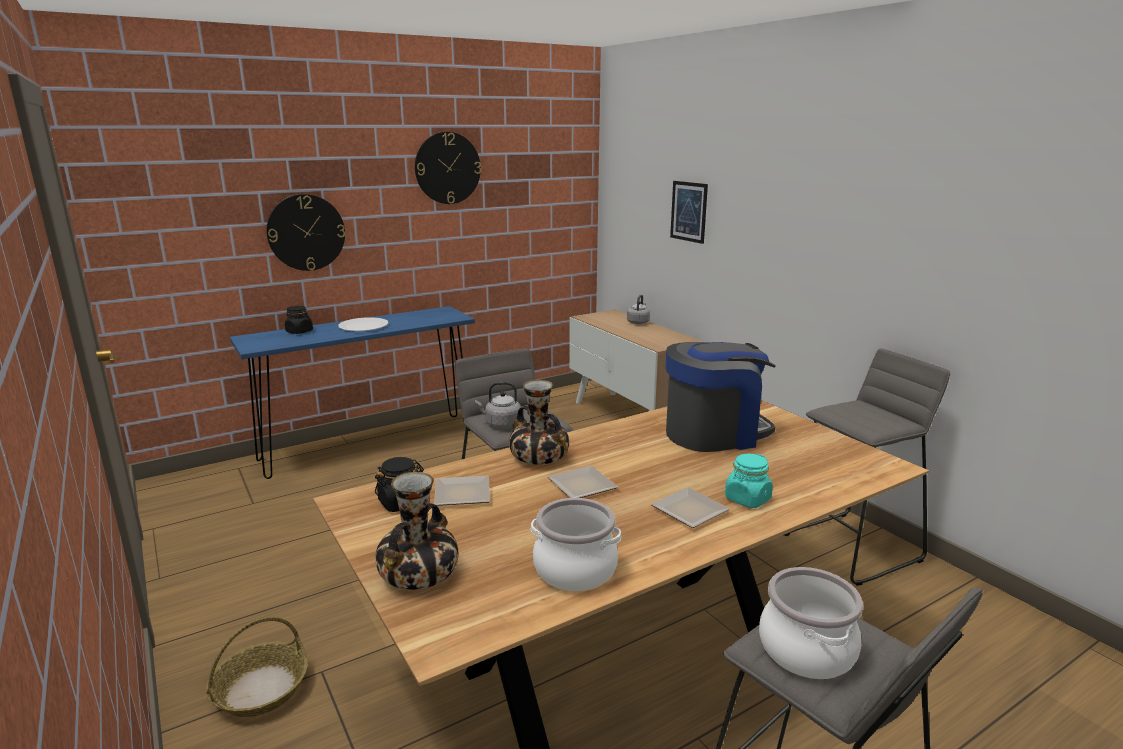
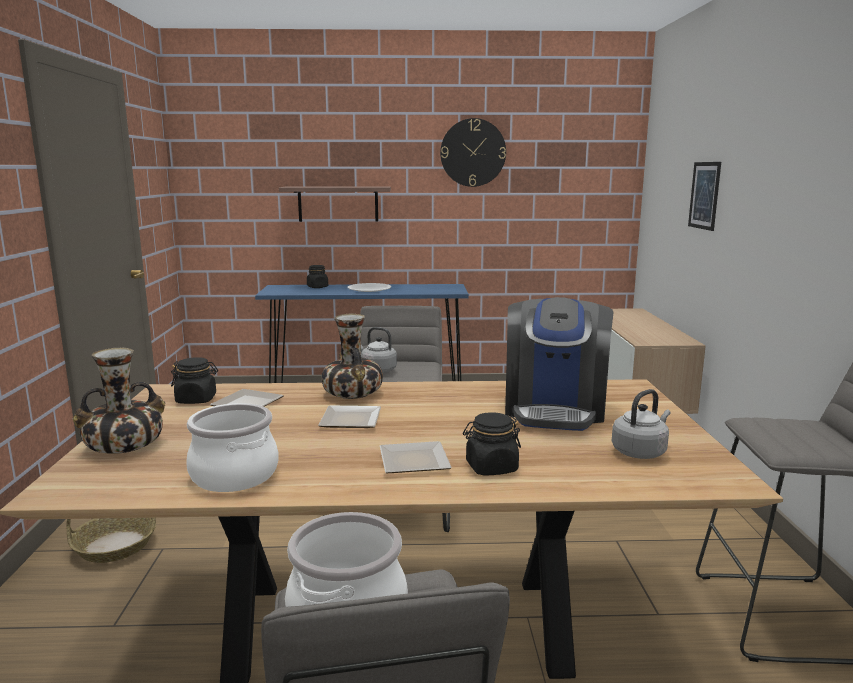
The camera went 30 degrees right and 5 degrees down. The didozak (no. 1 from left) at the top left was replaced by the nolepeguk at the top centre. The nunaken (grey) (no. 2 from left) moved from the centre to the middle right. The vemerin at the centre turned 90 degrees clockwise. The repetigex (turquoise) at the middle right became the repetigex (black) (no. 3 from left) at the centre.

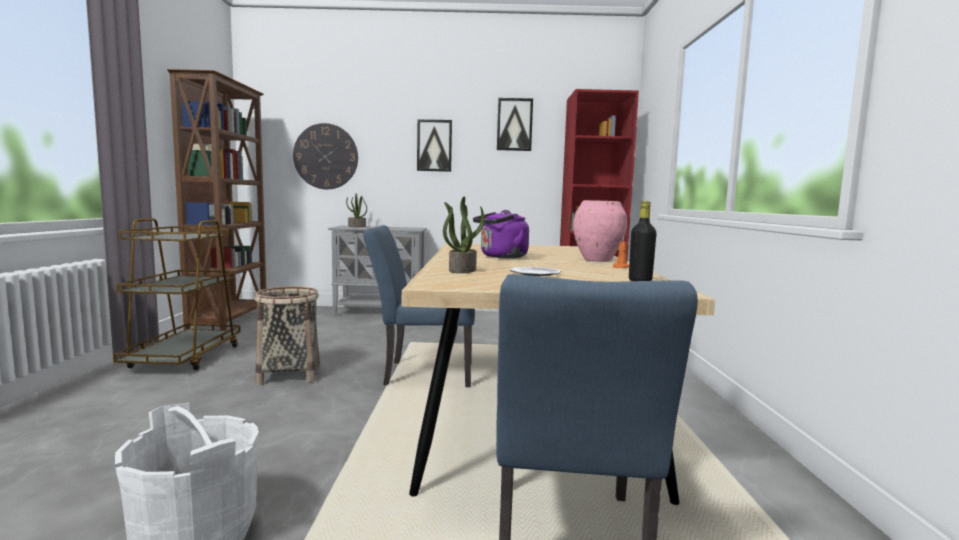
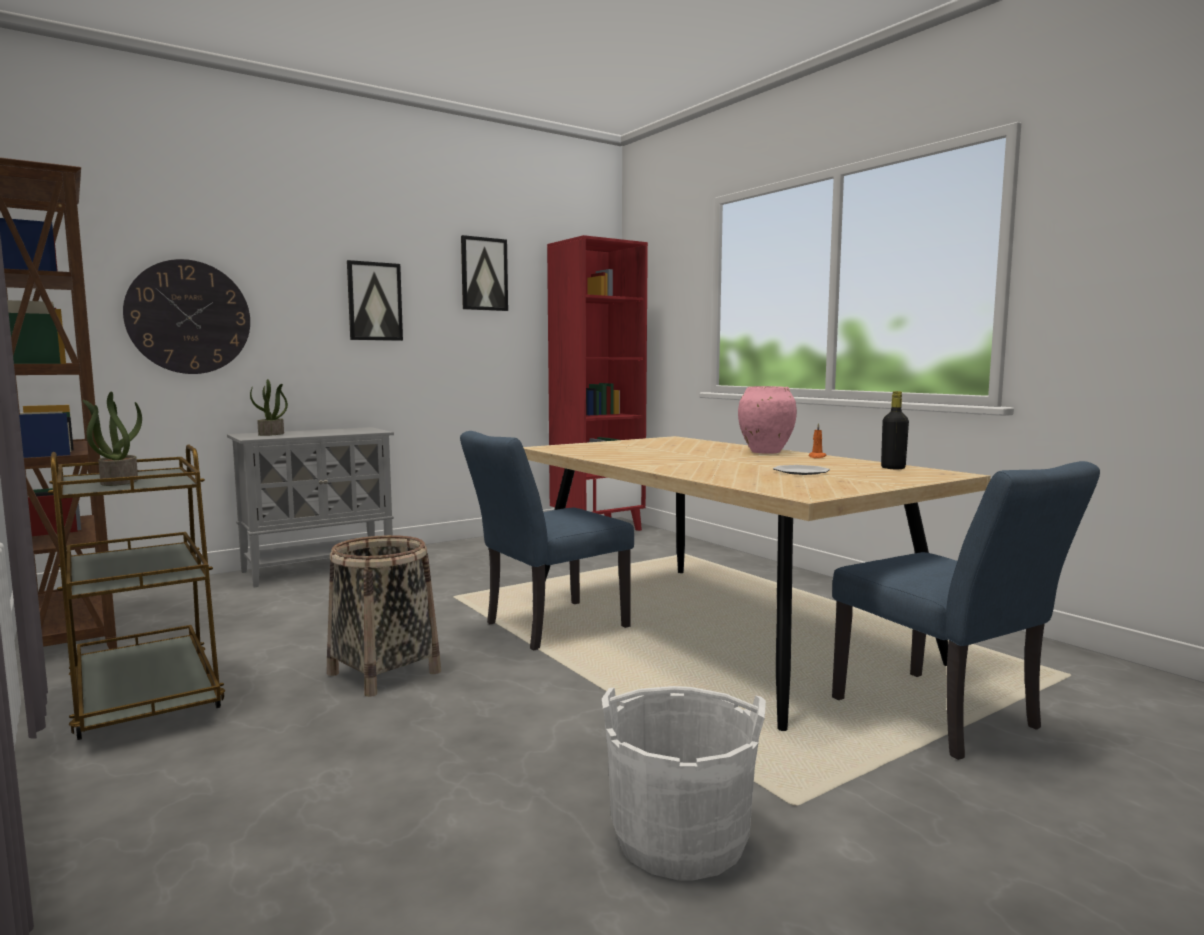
The camera went 35 degrees left and 0 degrees up. The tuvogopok (no. 2 from left in the first image) moved from the centre to the middle left. The nunaken (purple) at the centre disappeared.

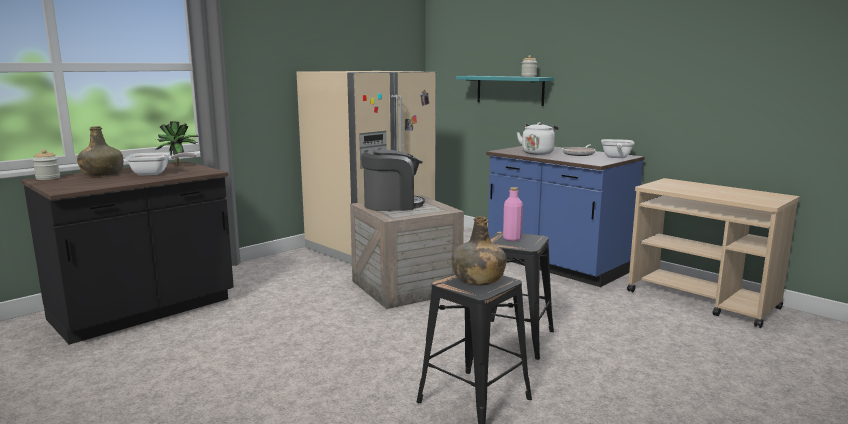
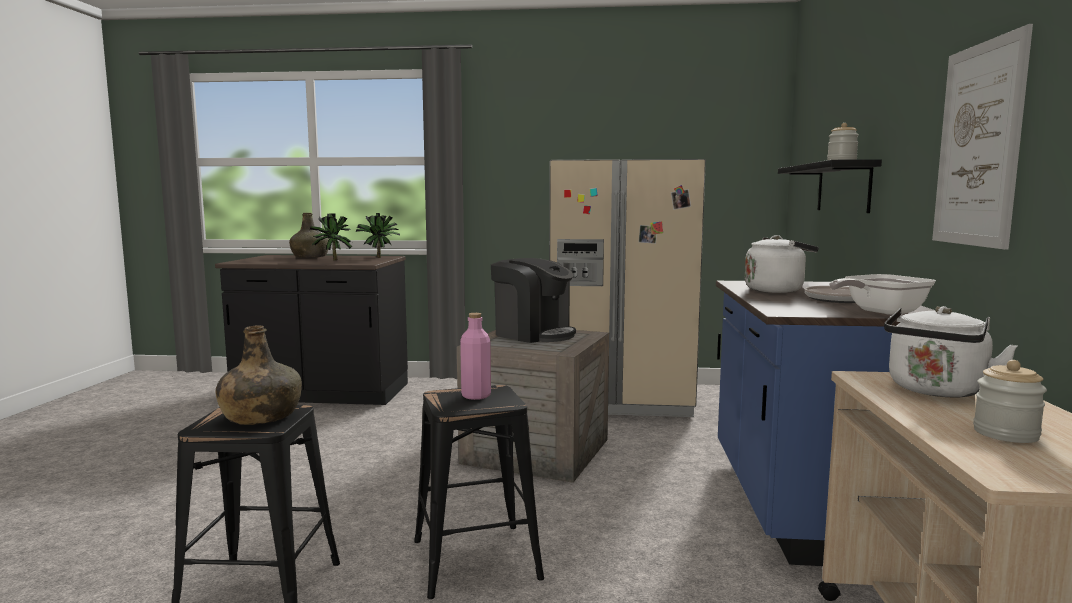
The camera went 50 degrees right and 5 degrees down. The nolepeguk (turquoise) at the top centre became the nolepeguk (black) at the top right. The repetigex (no. 1 from left in the first image) moved from the middle left to the middle right. The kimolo (no. 1 from left) at the middle left was replaced by the tuvogopok (no. 1 from left) at the middle left. The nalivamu at the top right appeared. The nunaken (white) (no. 2 from left) at the middle right appeared.

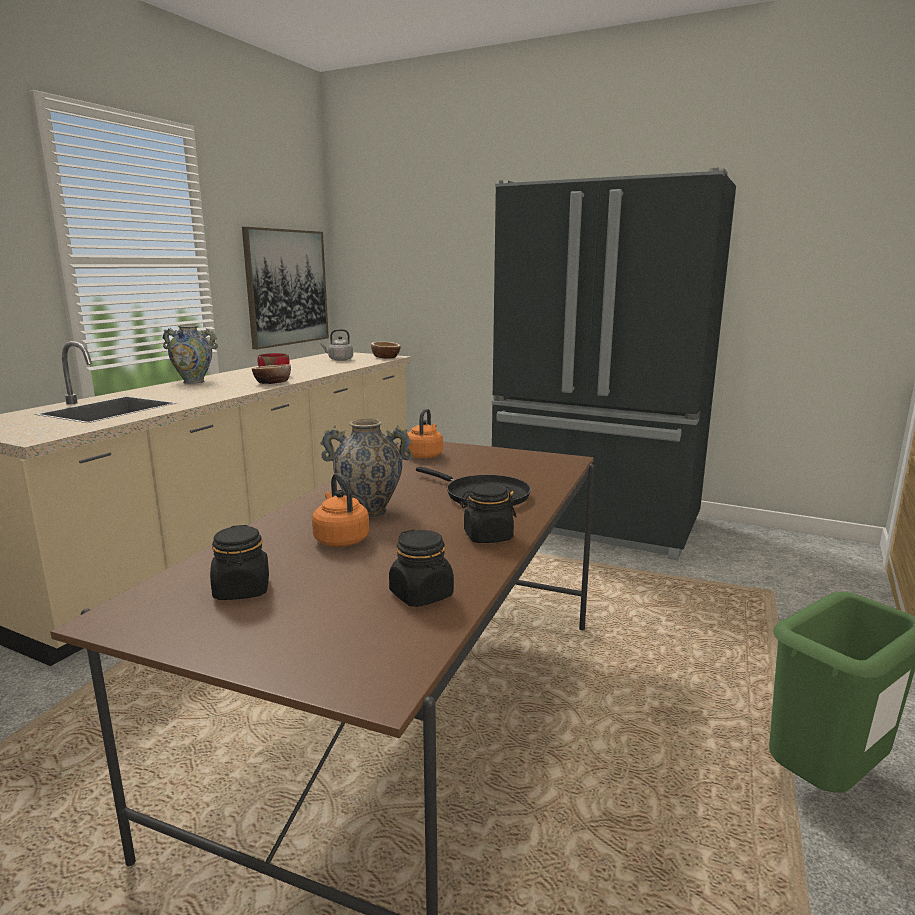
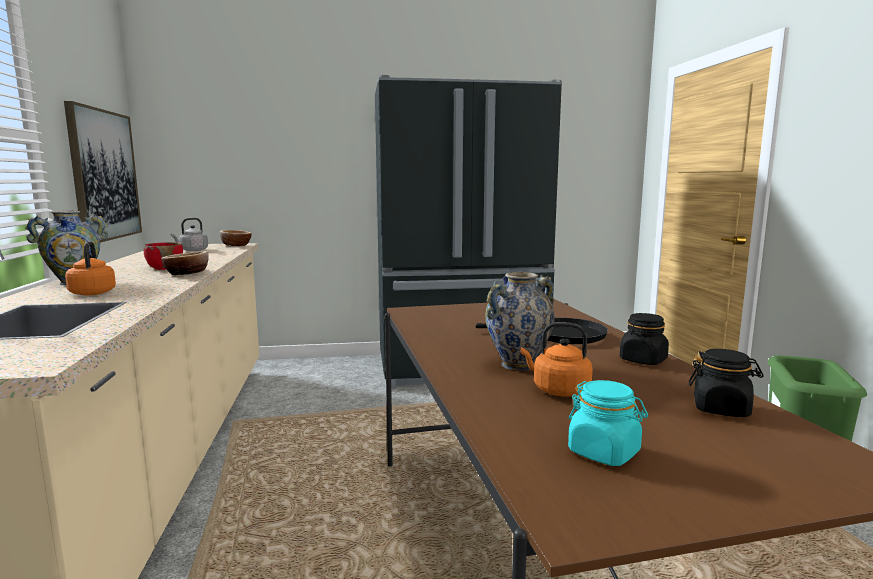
The camera went 35 degrees left and 5 degrees down. The nunaken (orange) (no. 2 from left in the first image) moved from the centre to the middle left. The repetigex (black) (no. 1 from left) at the middle left became the repetigex (turquoise) at the bottom right.

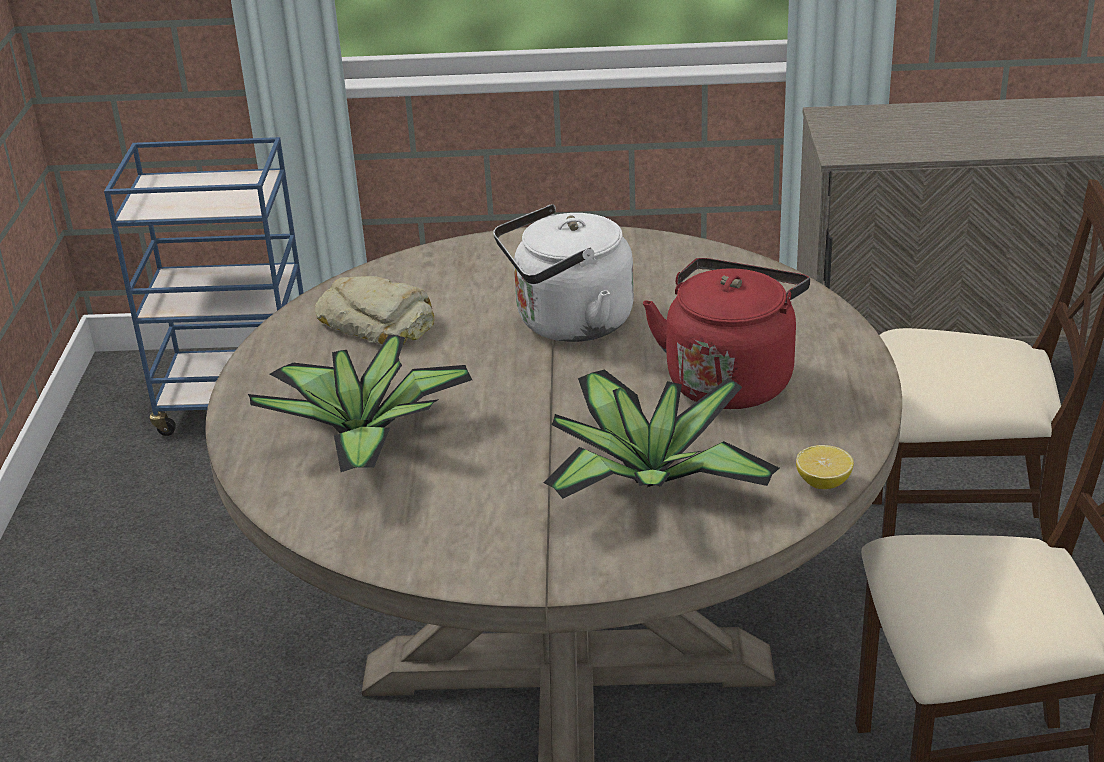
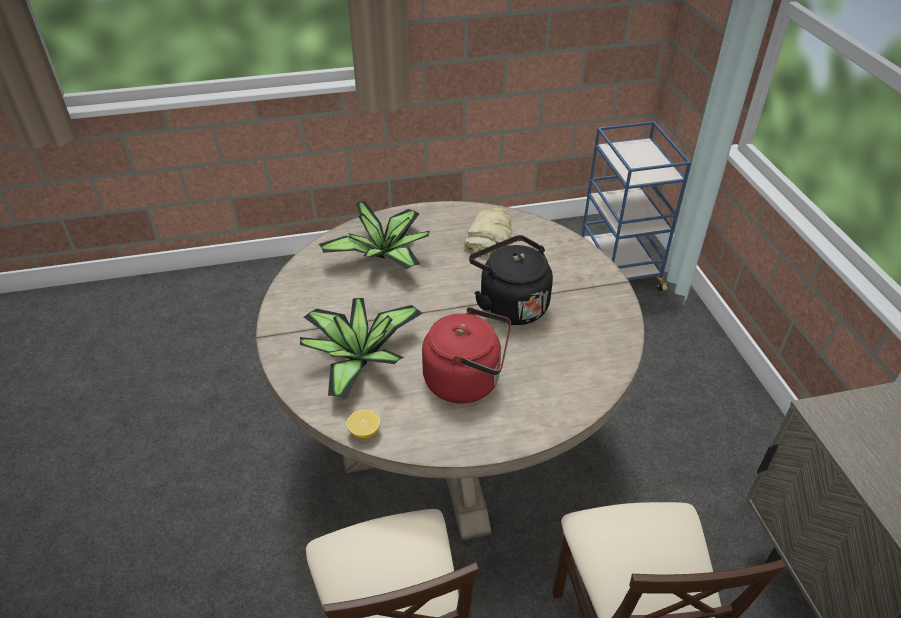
The camera went 75 degrees right and 10 degrees up. The nunaken (white) at the centre became the nunaken (black) at the centre.

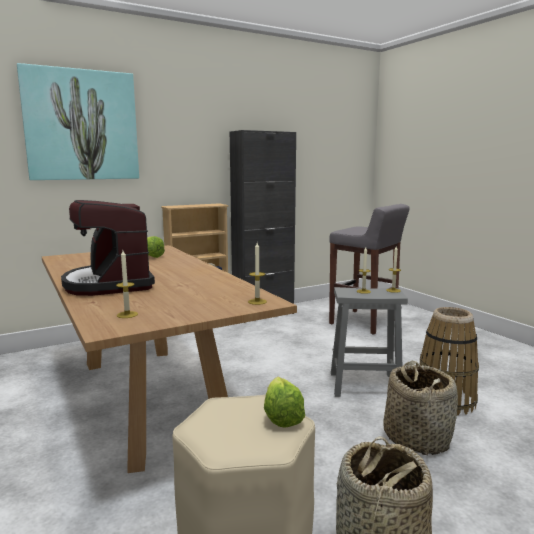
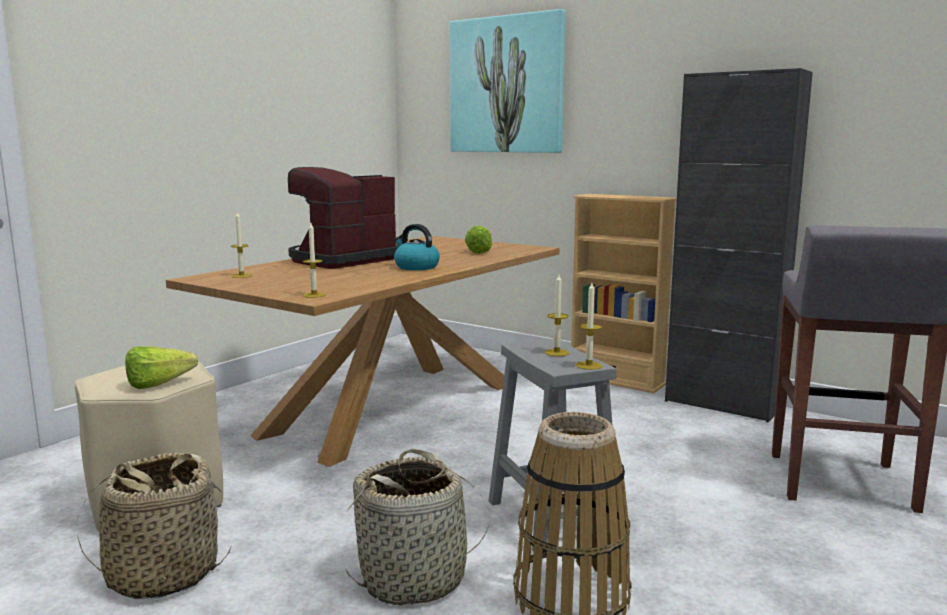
The camera went 65 degrees right and 0 degrees up. The nunaken at the centre appeared.

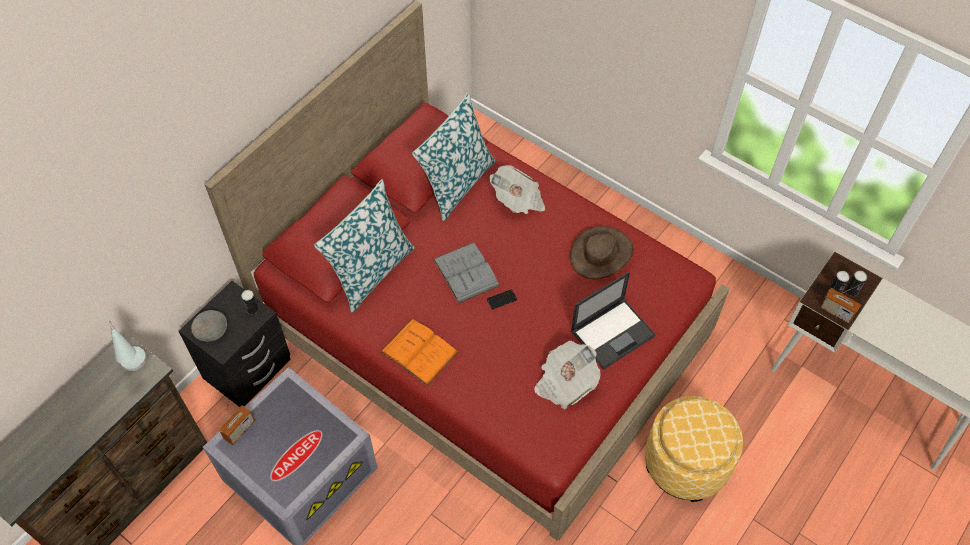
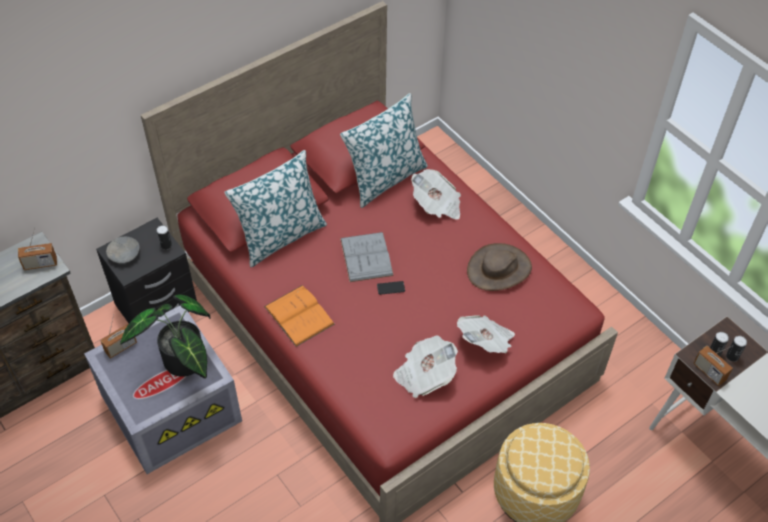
The camera went 15 degrees right and 5 degrees down. The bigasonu at the centre was replaced by the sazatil (no. 3 from left) at the centre. The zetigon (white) at the middle left was replaced by the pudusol (no. 1 from left) at the middle left. The tuvogopok at the middle left appeared.

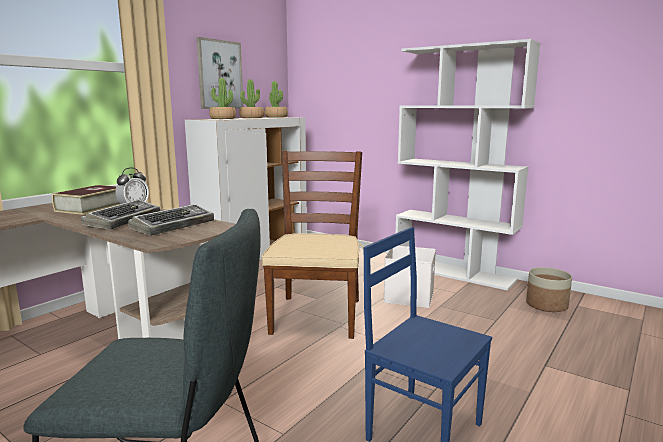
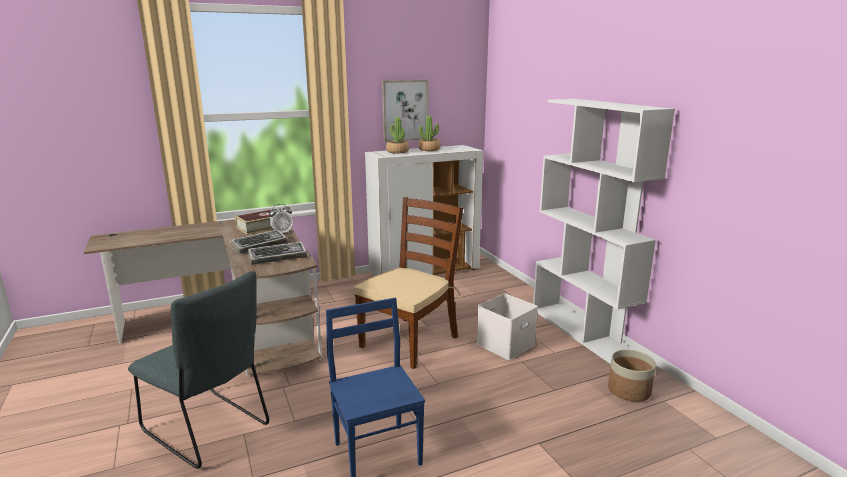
The camera went 30 degrees right and 5 degrees up. The tuvogopok (no. 3 from left) at the top centre disappeared.

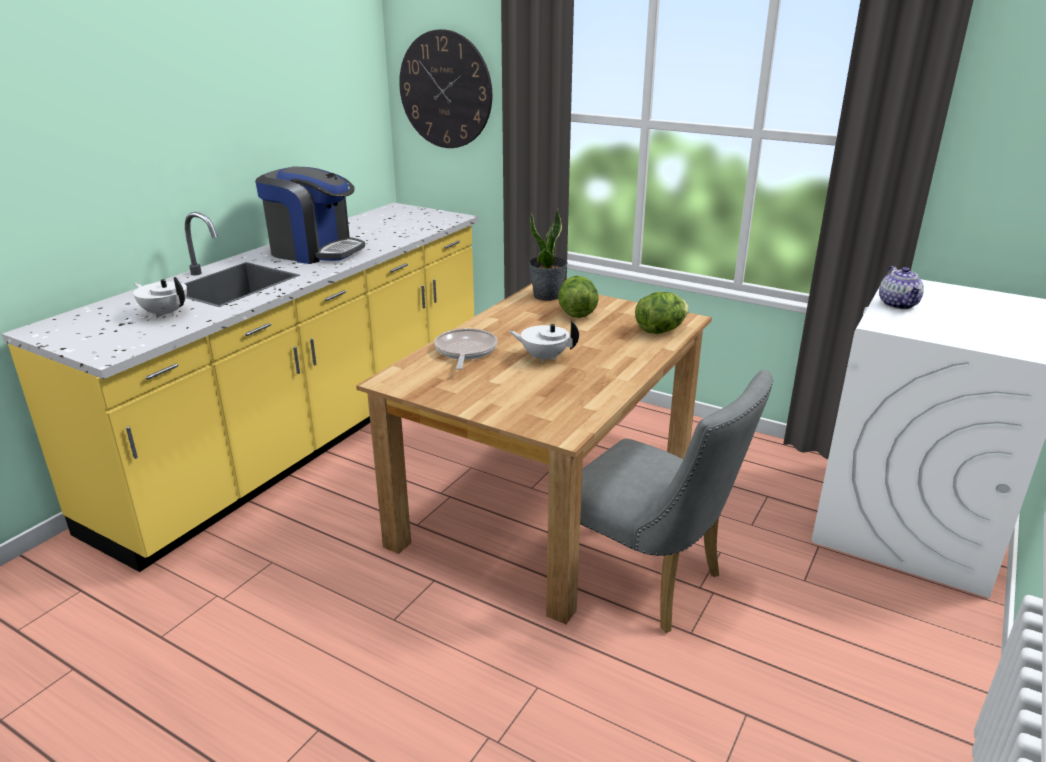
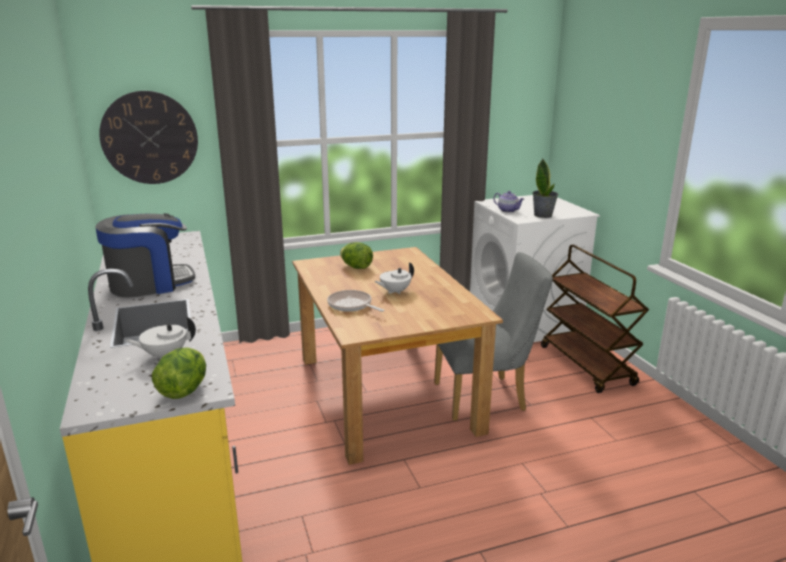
The camera went 50 degrees left and 5 degrees down. The tuvogopok moved from the centre to the middle right. The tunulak (no. 2 from left in the first image) moved from the centre to the middle left. The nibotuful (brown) at the middle right appeared.

